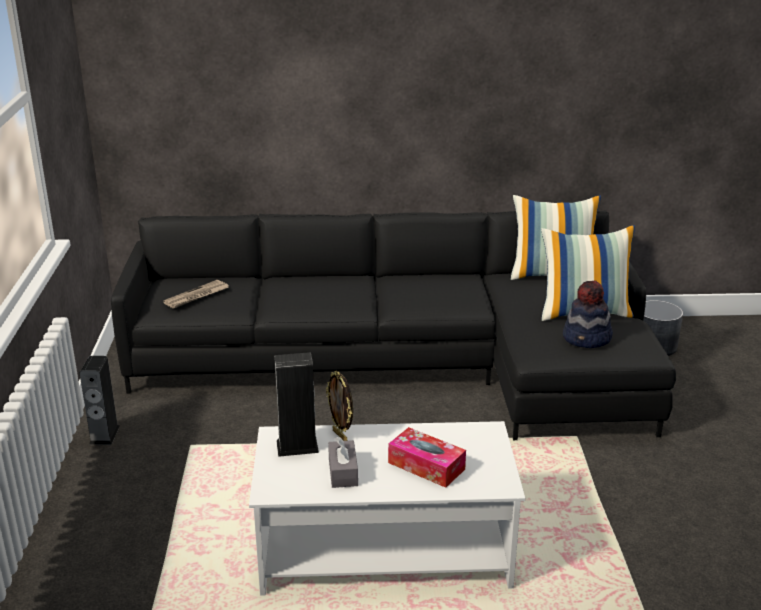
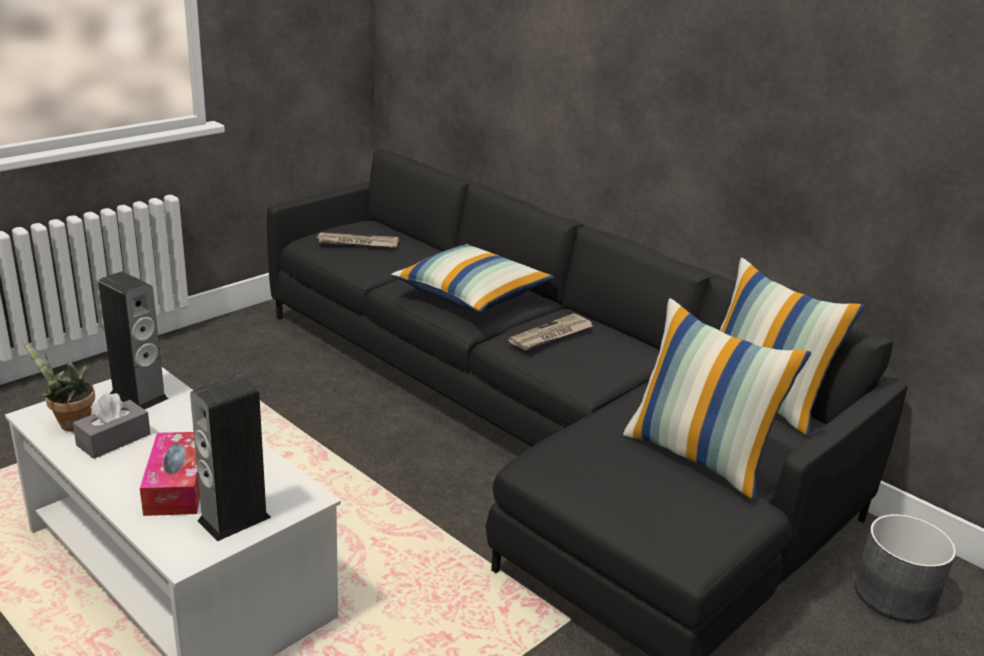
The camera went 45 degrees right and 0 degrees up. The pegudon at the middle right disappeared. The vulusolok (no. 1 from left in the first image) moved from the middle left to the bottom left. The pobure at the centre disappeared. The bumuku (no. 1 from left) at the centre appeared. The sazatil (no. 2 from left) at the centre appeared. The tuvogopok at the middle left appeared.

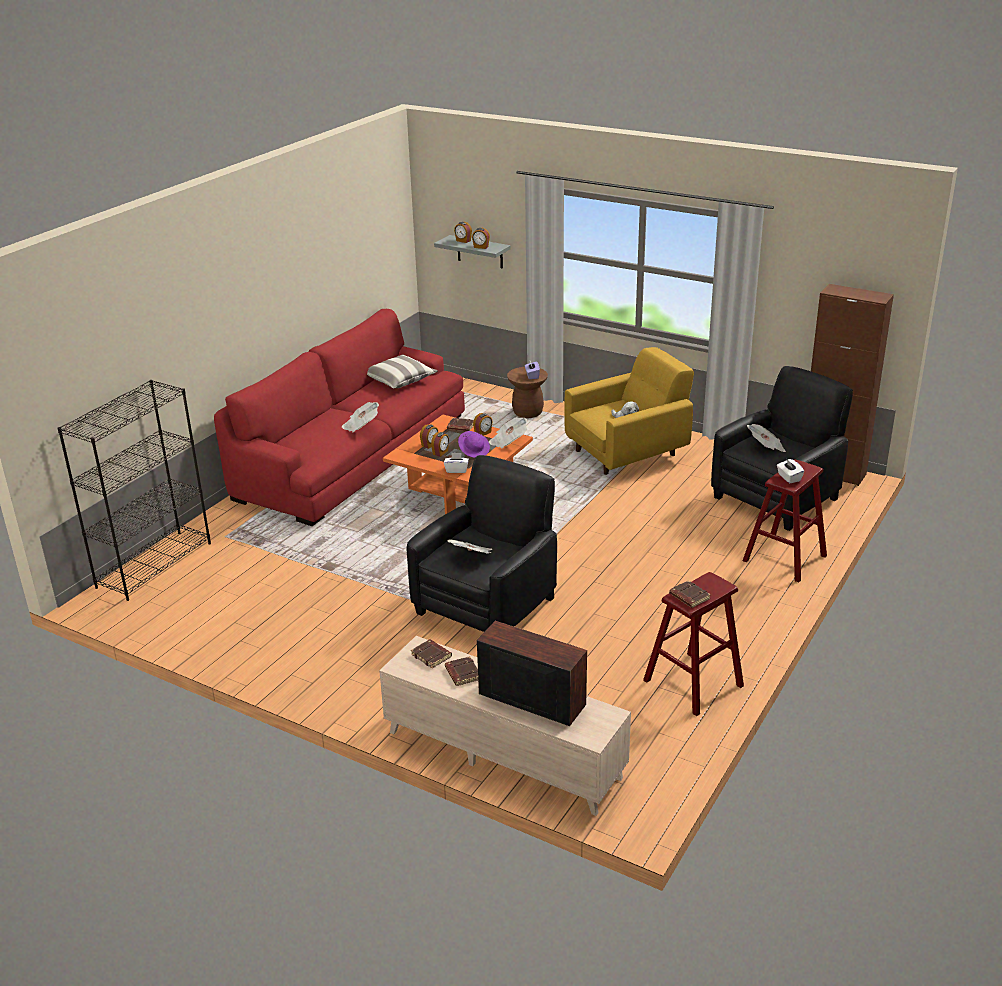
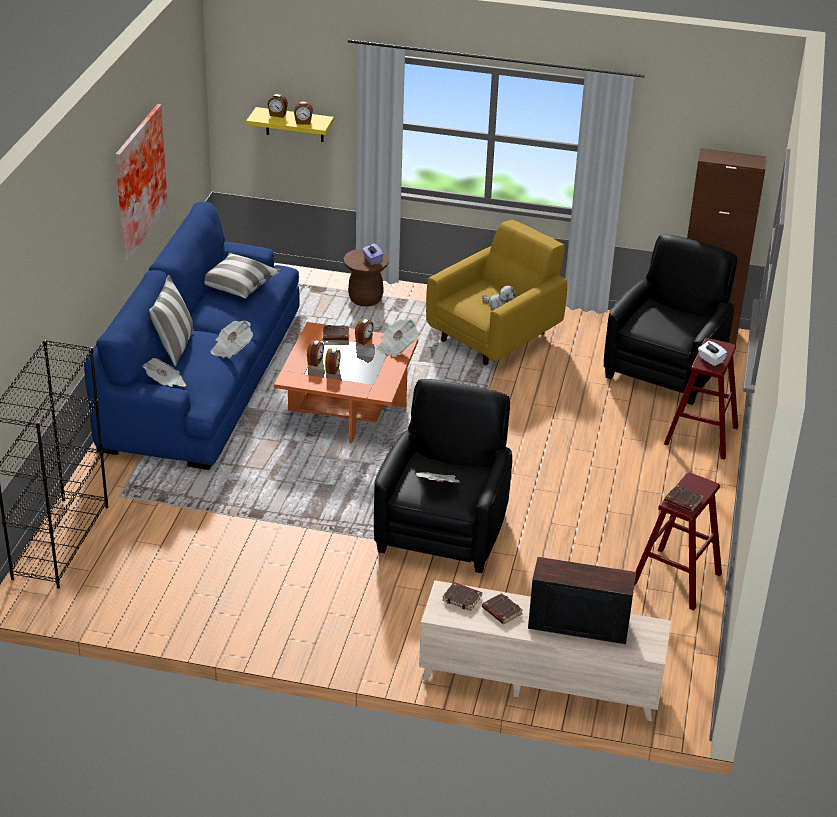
The camera went 20 degrees left and 5 degrees up. The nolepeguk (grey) at the top centre became the nolepeguk (yellow) at the top centre. The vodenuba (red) at the centre became the vodenuba (blue) at the middle left. The sazatil (no. 4 from left in the first image) moved from the middle right to the middle left. The pegudon (purple) at the centre disappeared. The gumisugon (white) (no. 1 from left) at the centre disappeared. The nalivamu at the top left appeared. The bumuku (no. 1 from left) at the middle left appeared.

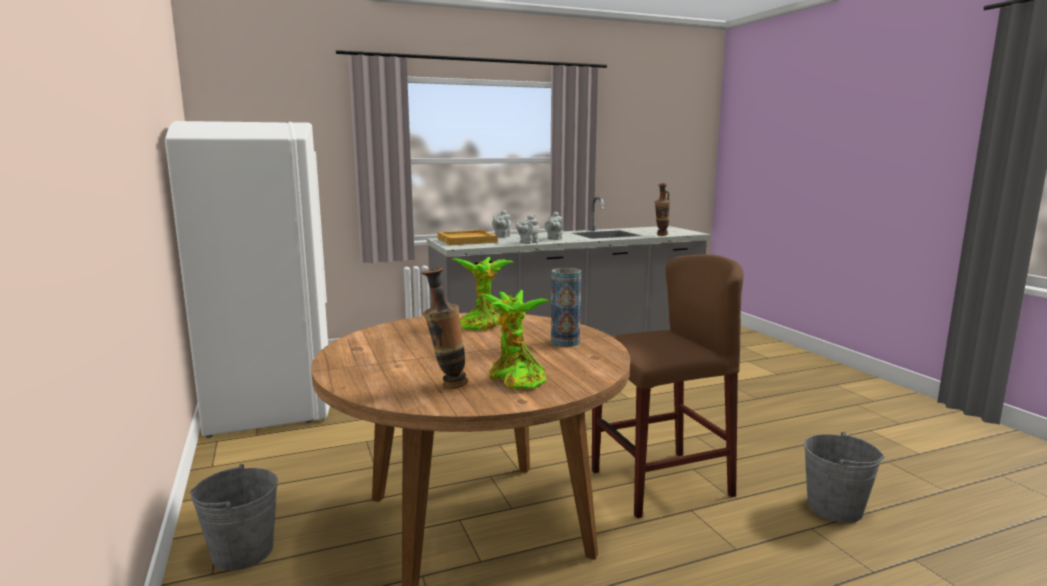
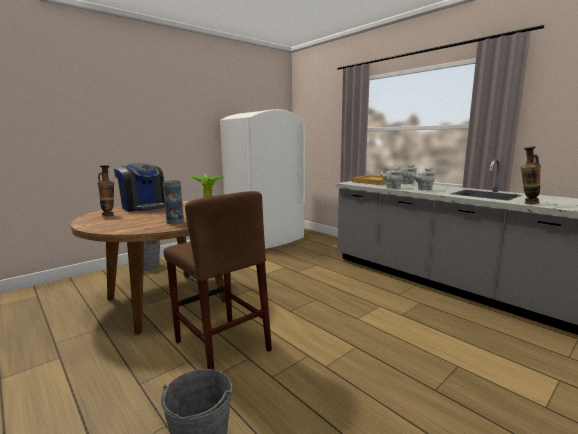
The camera went 70 degrees right and 0 degrees up. The tuvogopok (no. 2 from left) at the centre disappeared. The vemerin at the middle left appeared.

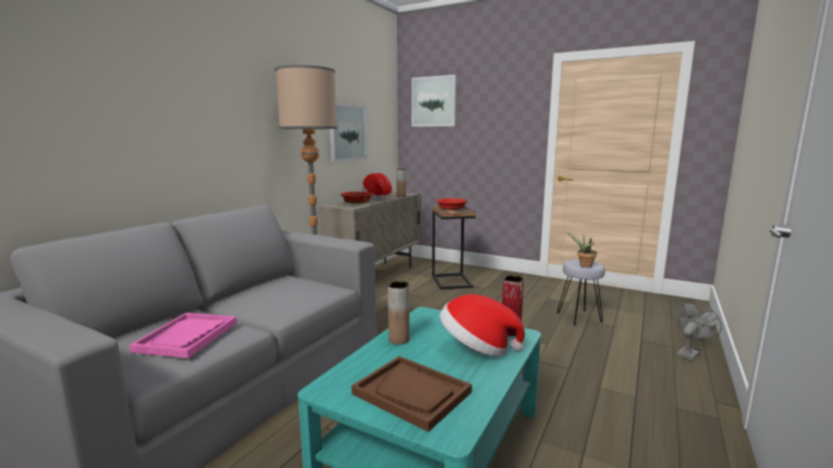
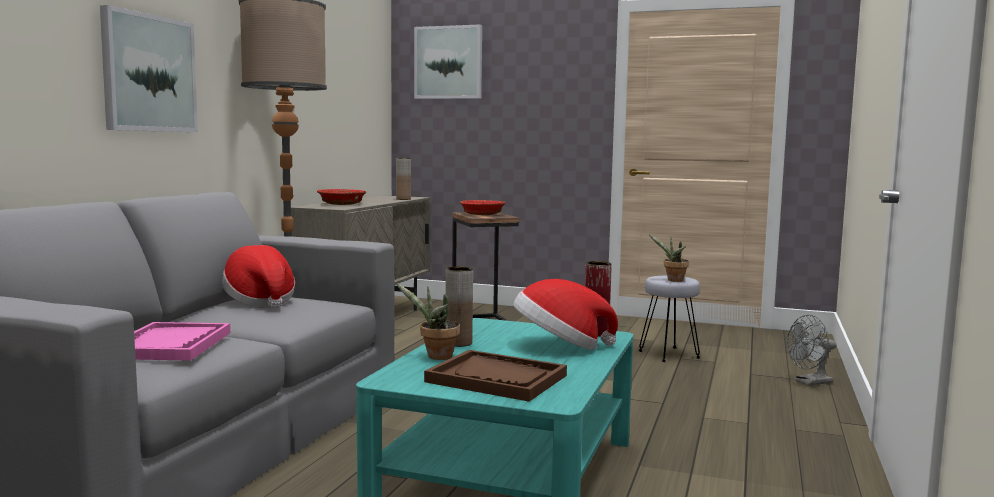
The camera went 10 degrees left and 5 degrees down. The nalivamu (no. 1 from left) moved from the top centre to the top left. The pegudon (no. 1 from left) moved from the centre to the middle left. The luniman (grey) at the bottom right turned 150 degrees counterclockwise. The tuvogopok (no. 1 from left) at the centre appeared.

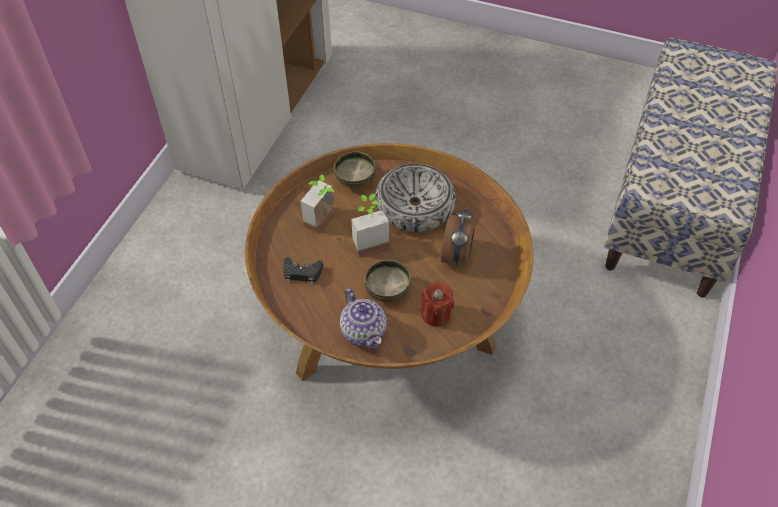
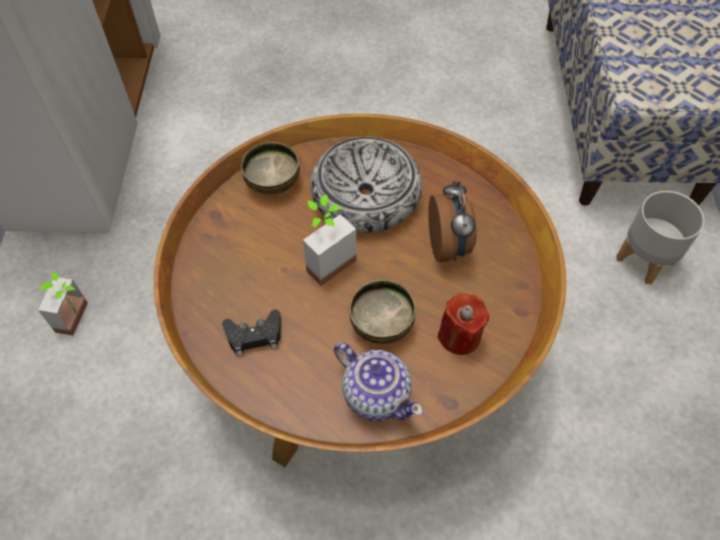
The camera went 20 degrees left and 5 degrees up. The tuvogopok (no. 1 from left) moved from the centre to the middle left. The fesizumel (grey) at the middle right appeared.

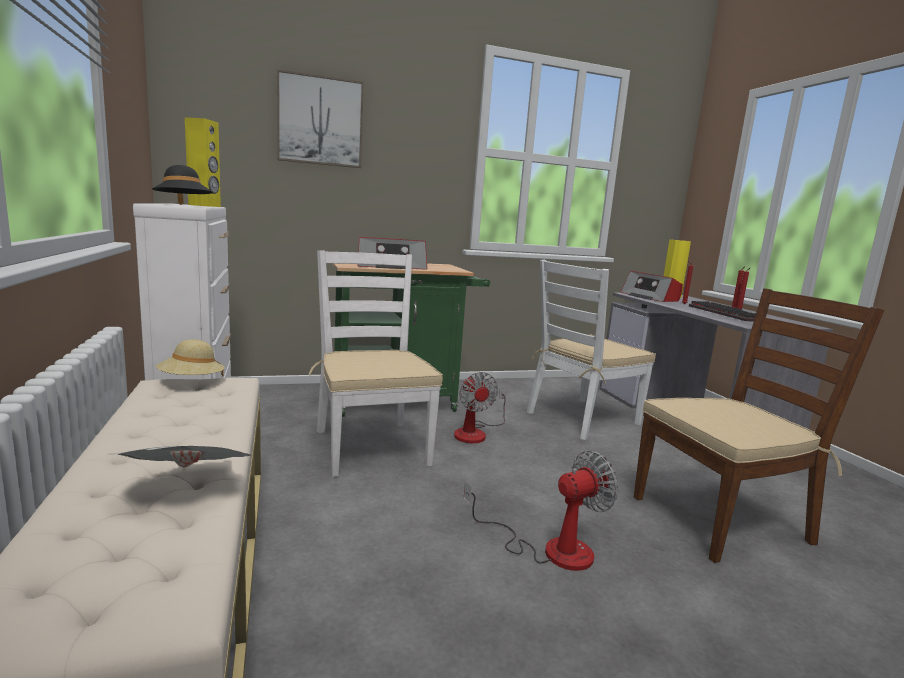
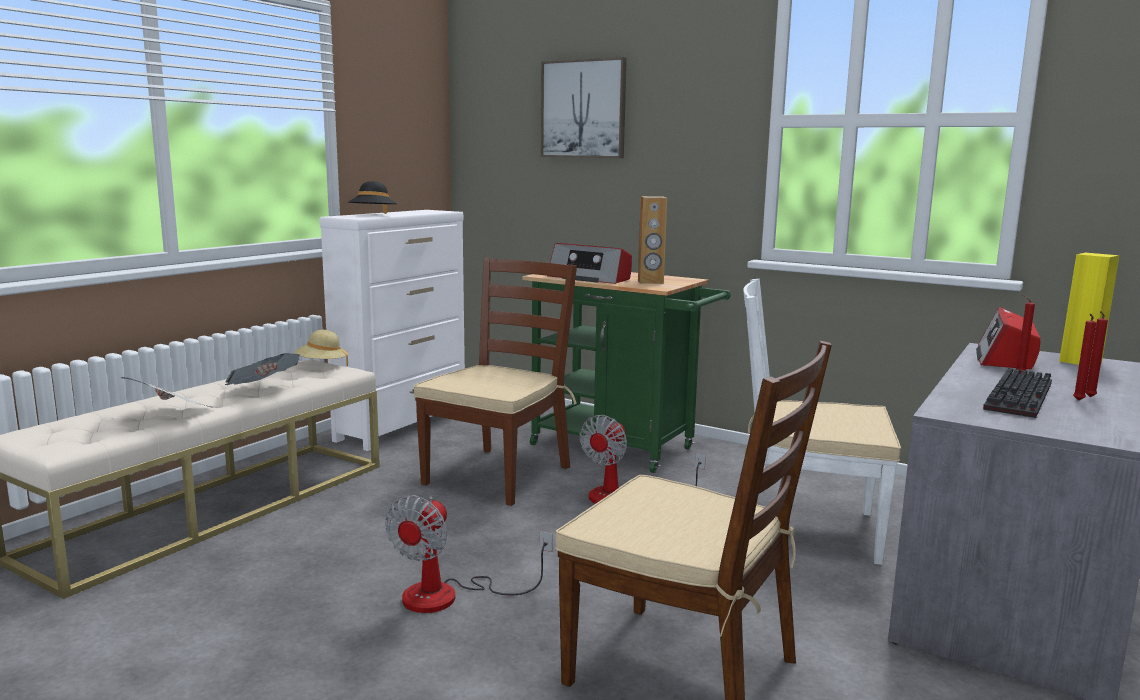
The camera went 50 degrees right and 0 degrees up. The vulusolok (yellow) (no. 1 from left) at the top left disappeared. The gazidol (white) (no. 1 from left) at the centre became the gazidol (brown) (no. 1 from left) at the centre. The luniman (no. 2 from left in the first image) at the bottom centre turned 90 degrees clockwise. The vulusolok (brown) at the centre appeared. The sazatil (no. 2 from left) at the middle left appeared.

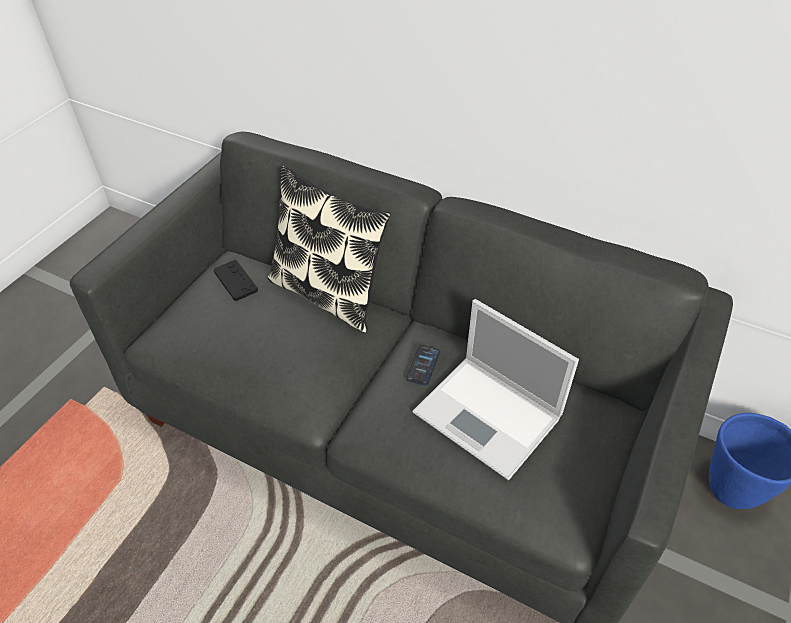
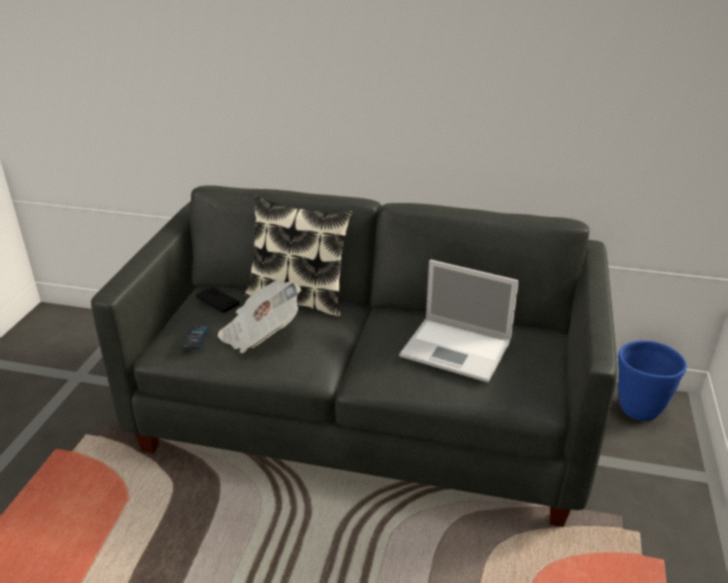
The camera went 15 degrees left and 15 degrees down. The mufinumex moved from the centre to the middle left. The sazatil at the centre appeared.

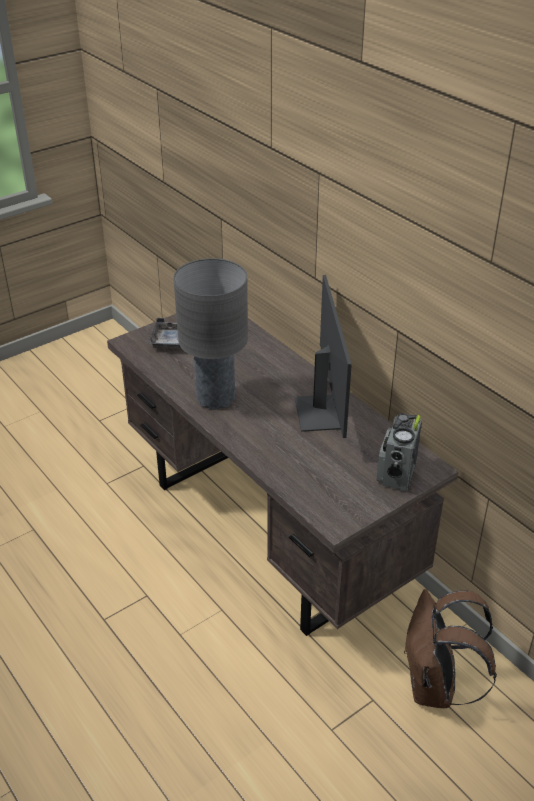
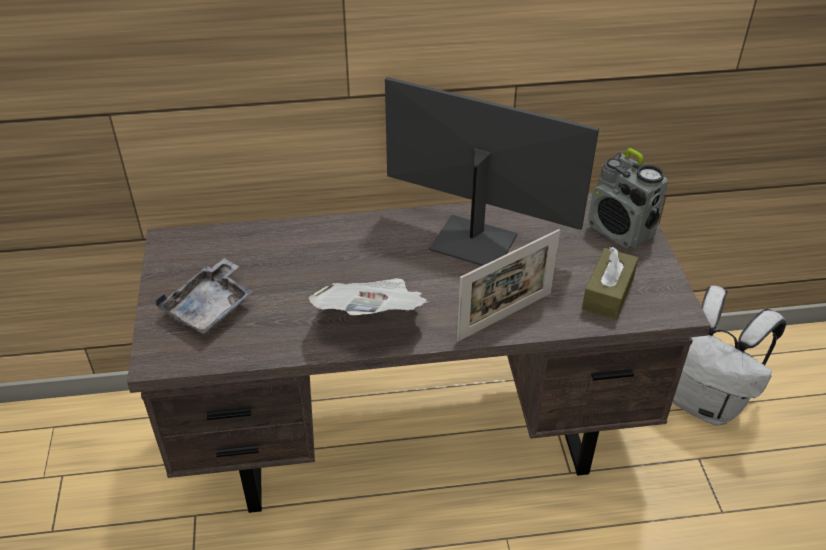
The camera went 60 degrees left and 5 degrees up. The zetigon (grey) at the centre was replaced by the sazatil at the centre. The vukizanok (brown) at the bottom right became the vukizanok (white) at the middle right. The pobure at the centre appeared. The gumisugon (brown) at the middle right appeared.

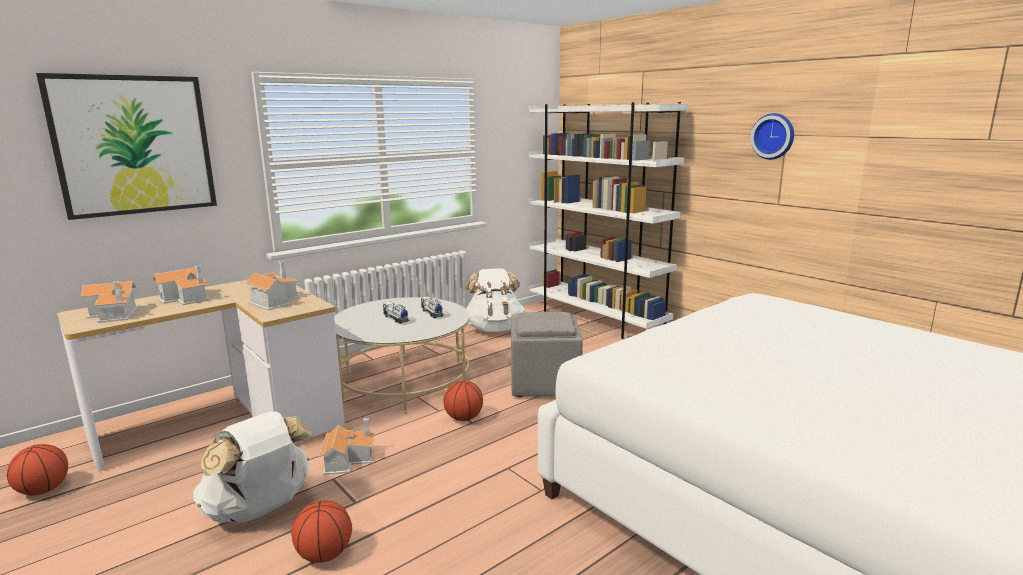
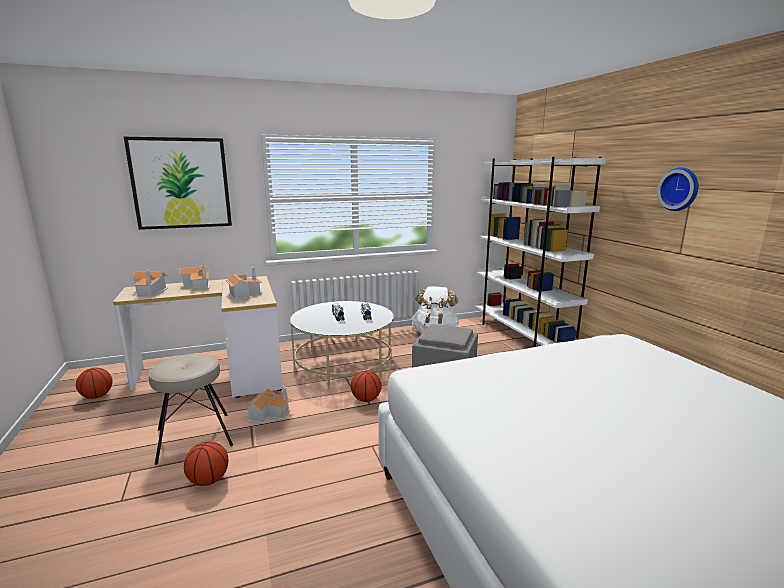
The camera went 20 degrees right and 0 degrees up. The vukizanok (white) (no. 1 from left) at the bottom left was replaced by the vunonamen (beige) at the bottom left.

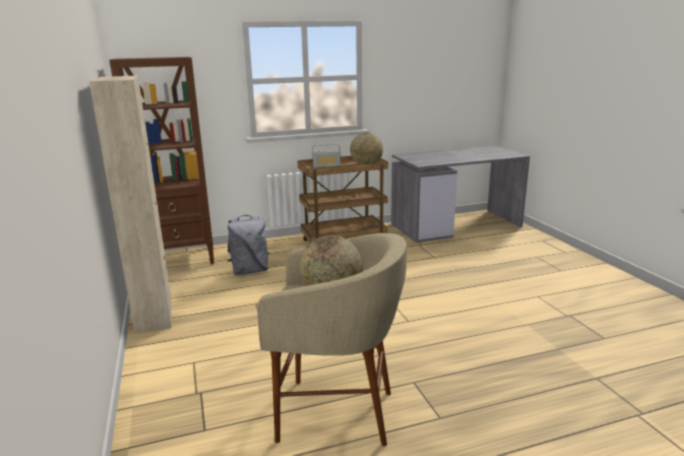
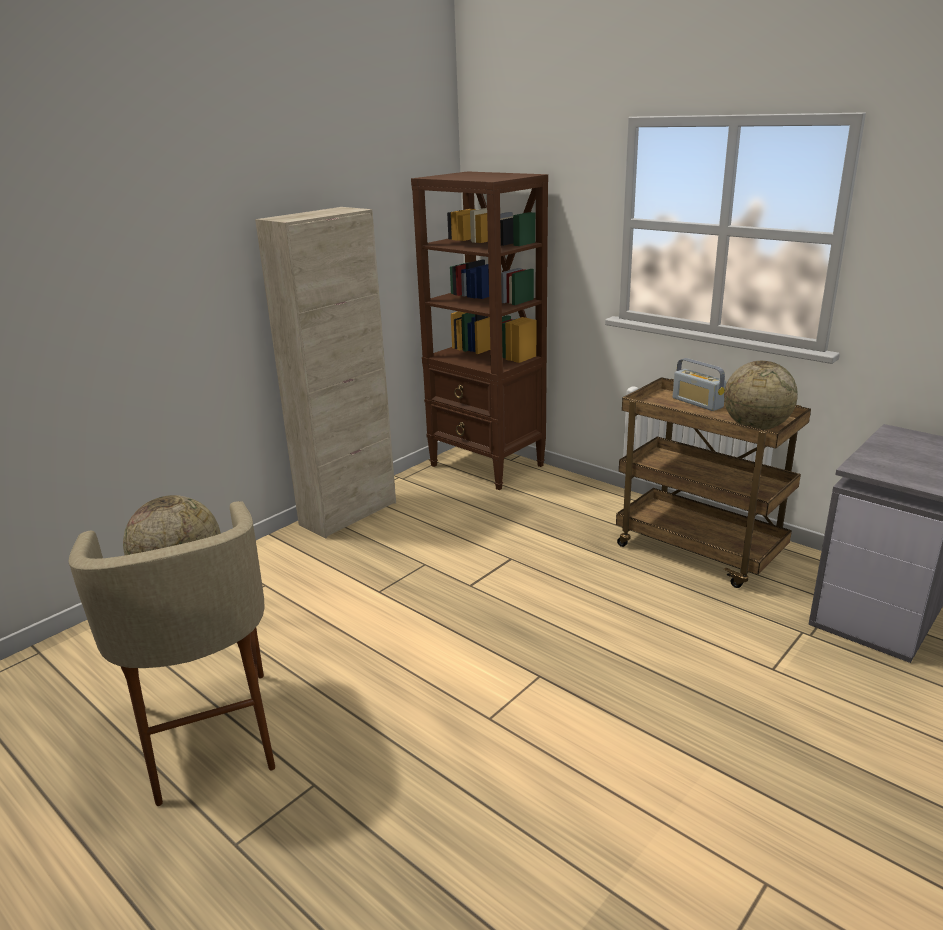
The camera went 60 degrees right and 5 degrees up. The vukizanok (grey) at the centre disappeared.

